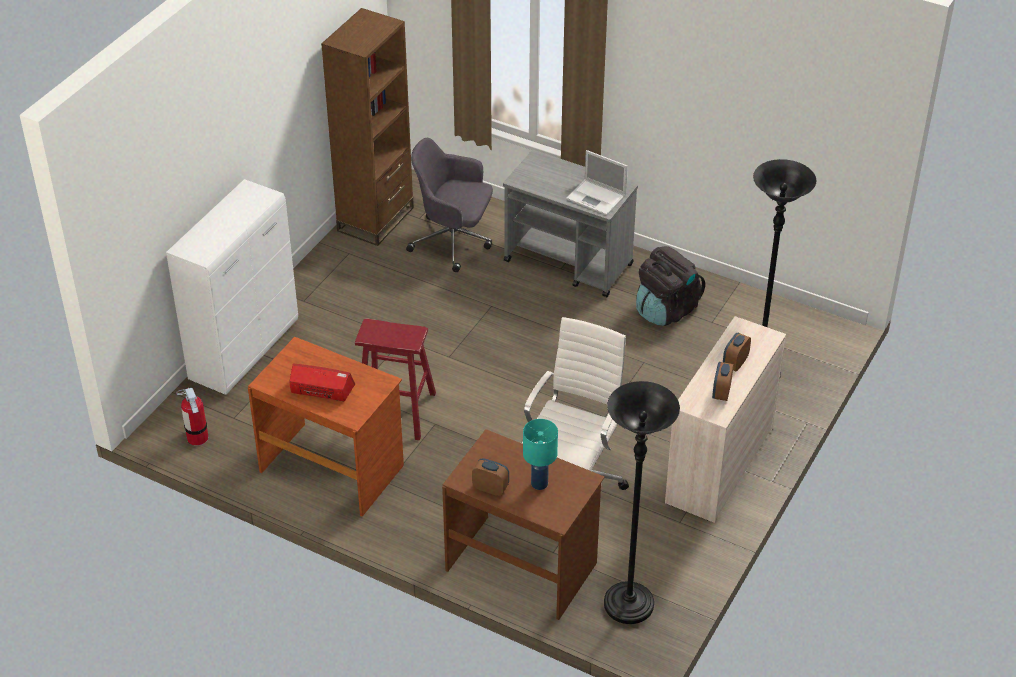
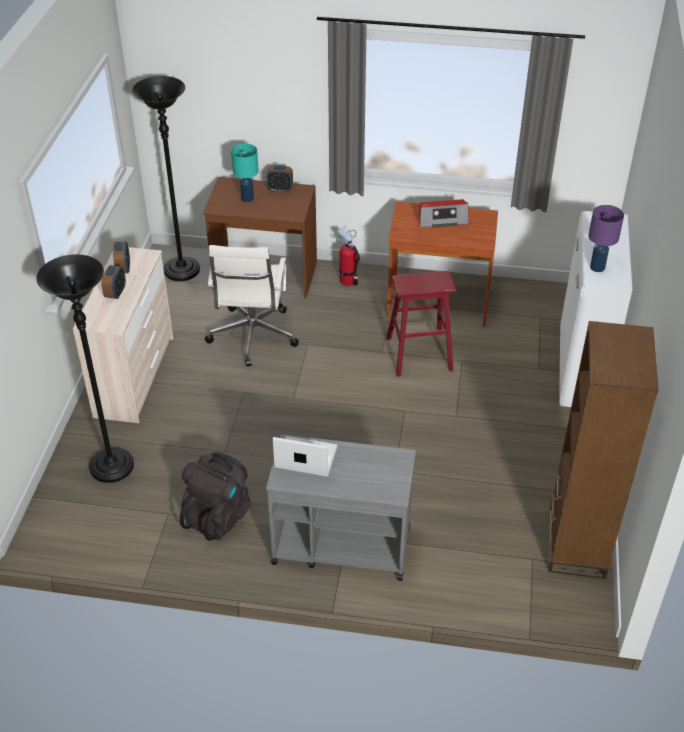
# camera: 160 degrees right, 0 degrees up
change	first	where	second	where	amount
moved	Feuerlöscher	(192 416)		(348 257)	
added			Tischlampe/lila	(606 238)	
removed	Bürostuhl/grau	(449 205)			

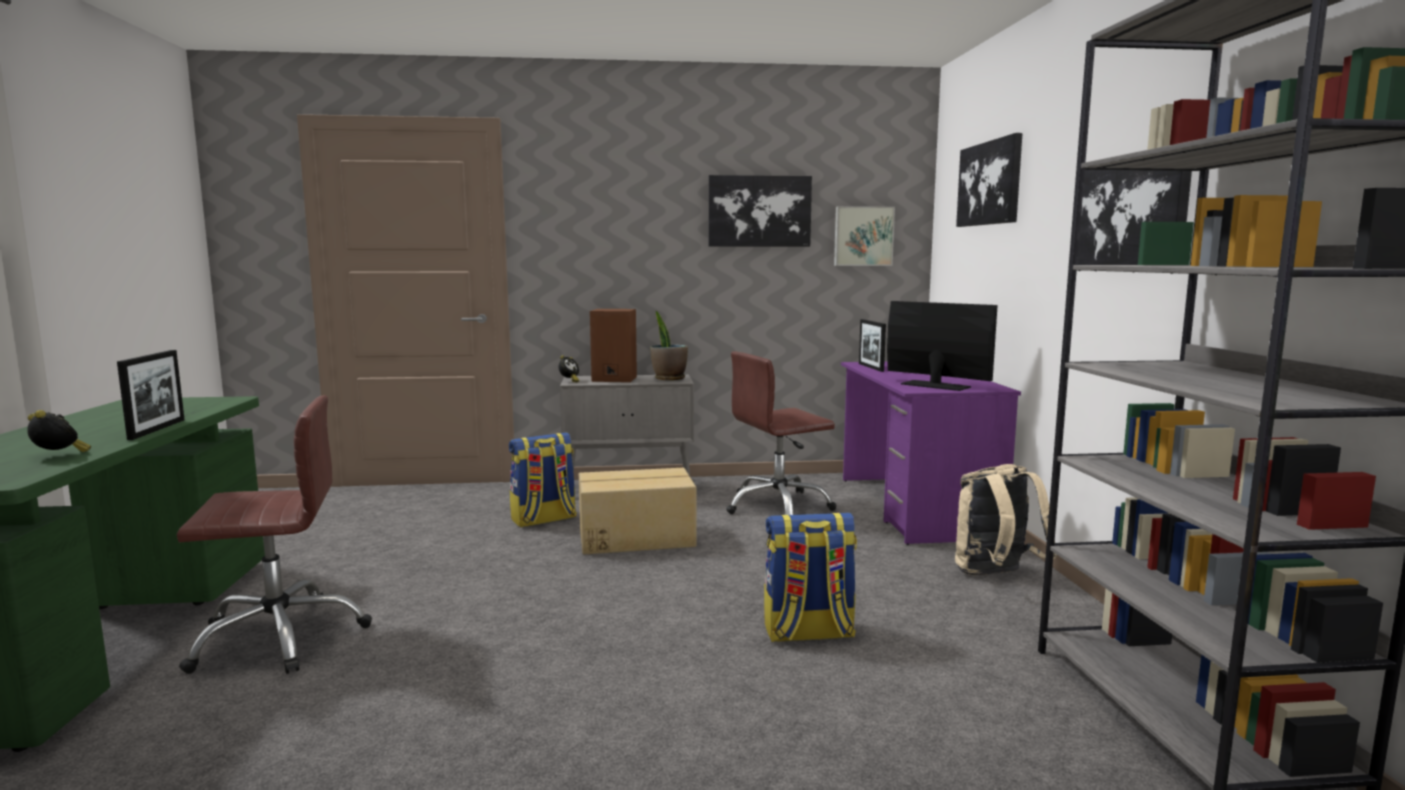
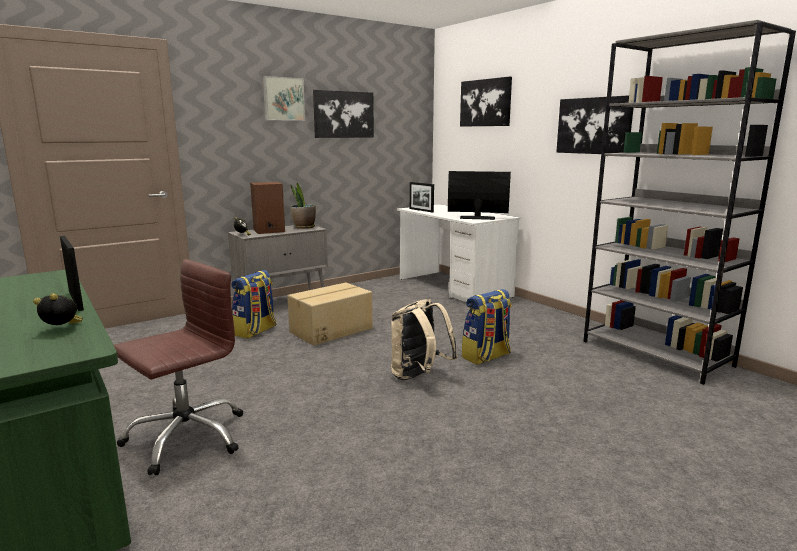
# camera: 30 degrees left, 5 degrees up
change	first	where	second	where	amount
moved	Bild	(864 236)		(284 98)	
moved	Rucksack/beige	(1006 519)		(424 339)	
recoloured	Schreibtisch/lila	(931 453)	Schreibtisch/weiß	(458 253)	
removed	Bürostuhl/braun	(781 433)			

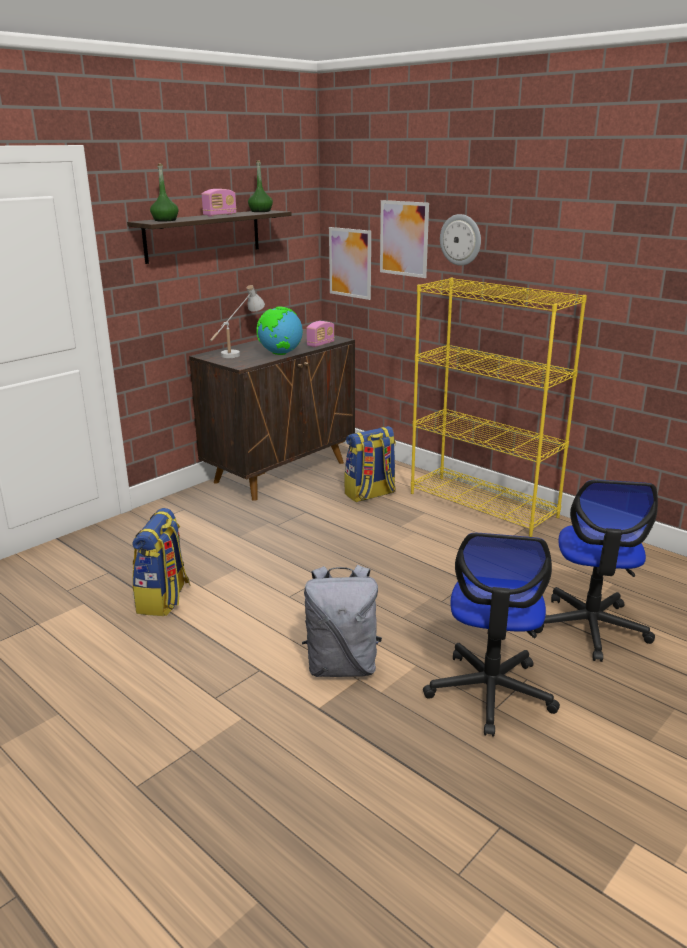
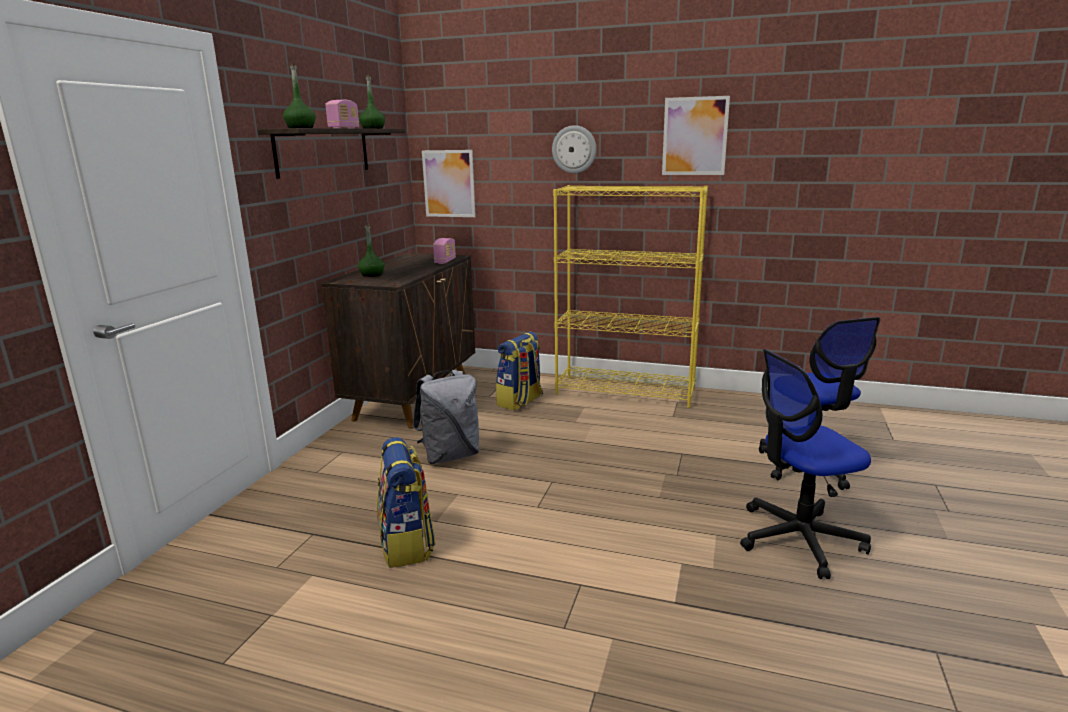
# camera: 25 degrees left, 5 degrees down
change	first	where	second	where	amount
replaced	Tischlampe/weiß	(237 321)	Flasche/grün	(371 250)	
moved	Rucksack/grau	(342 621)		(446 417)	
moved	Bild	(404 239)		(696 135)	
turned	Bürostuhl	(491 635)		(805 464)	90 degrees clockwise
removed	Globus	(279 331)			

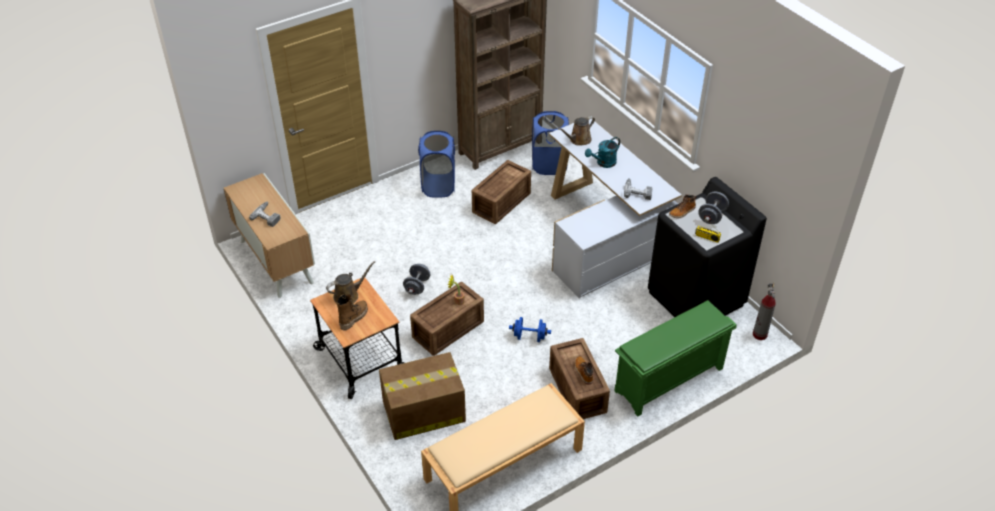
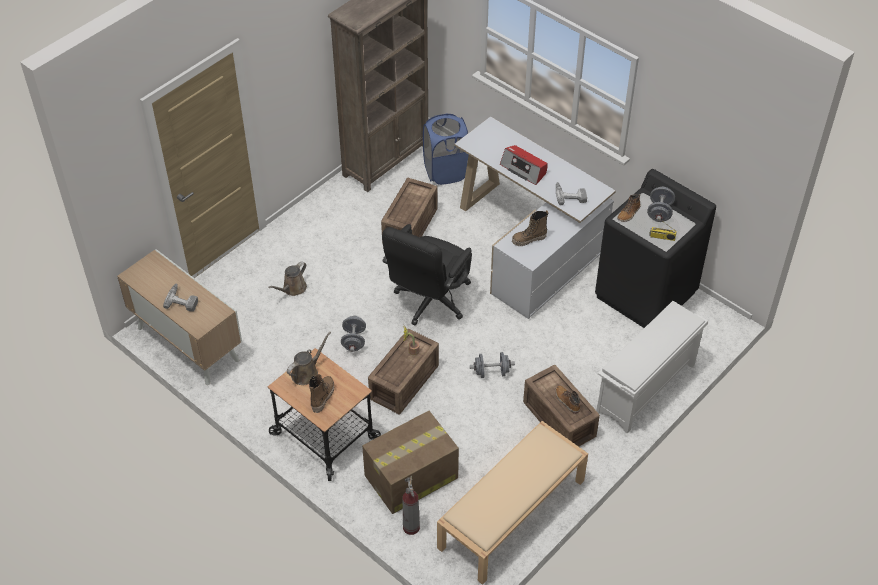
# camera: 15 degrees left, 5 degrees up
change	first	where	second	where	amount
moved	Gießkanne/braun	(576 131)		(287 278)	
added			Bürostuhl/schwarz	(427 274)	
moved	Feuerlöscher	(764 311)		(411 505)	
recoloured	Hantel/blau	(530 329)	Hantel/grau	(492 365)	
replaced	Gießkanne/türkis	(602 152)	Radio	(524 165)	
added			Stiefel	(530 228)	
recoloured	Schuhregal/grün	(675 358)	Schuhregal/weiß	(652 367)	
removed	Wäschekorb/blau	(436 164)			

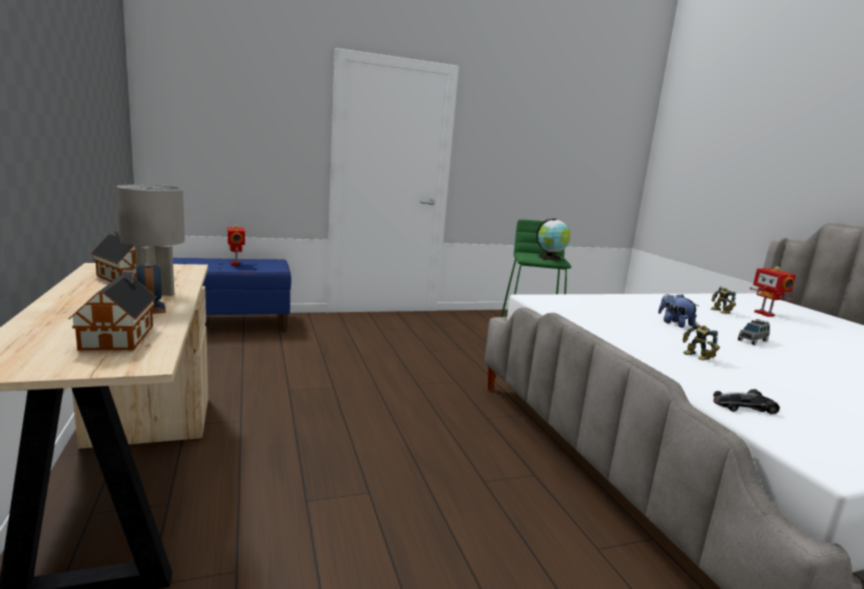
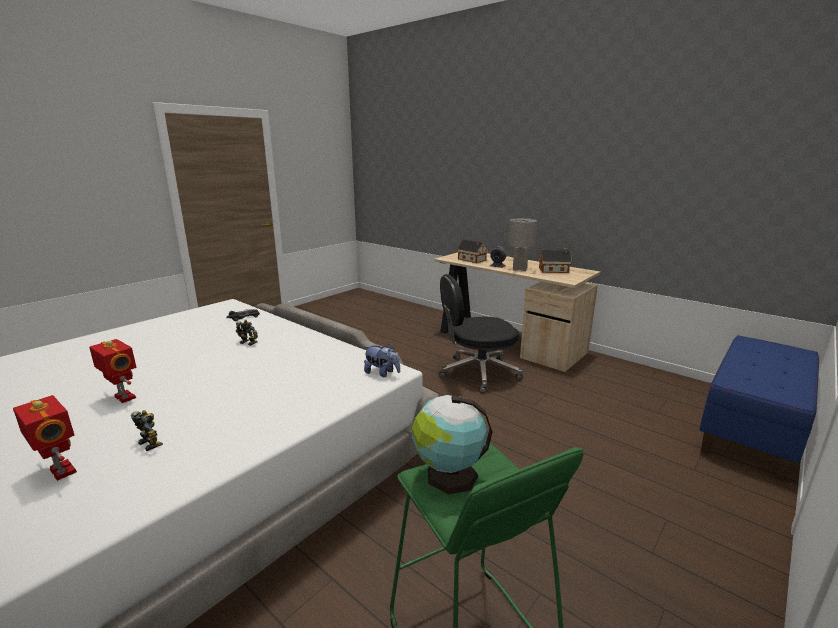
# camera: 150 degrees right, 5 degrees up
change	first	where	second	where	amount
moved	Spielzeugroboter	(236 245)		(112 371)	
moved	Plüschtier	(678 311)		(382 360)	
added			Bürostuhl/schwarz	(481 333)	
removed	Spielzeugauto/grau	(754 332)			

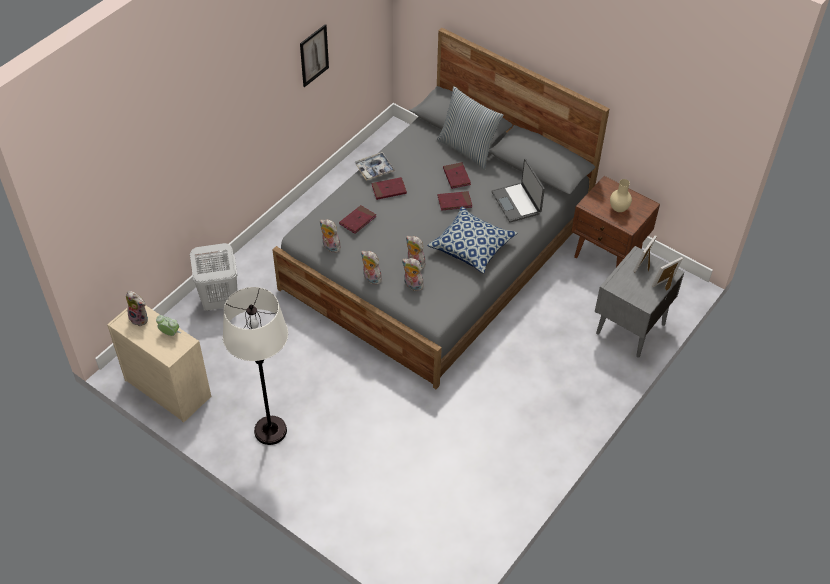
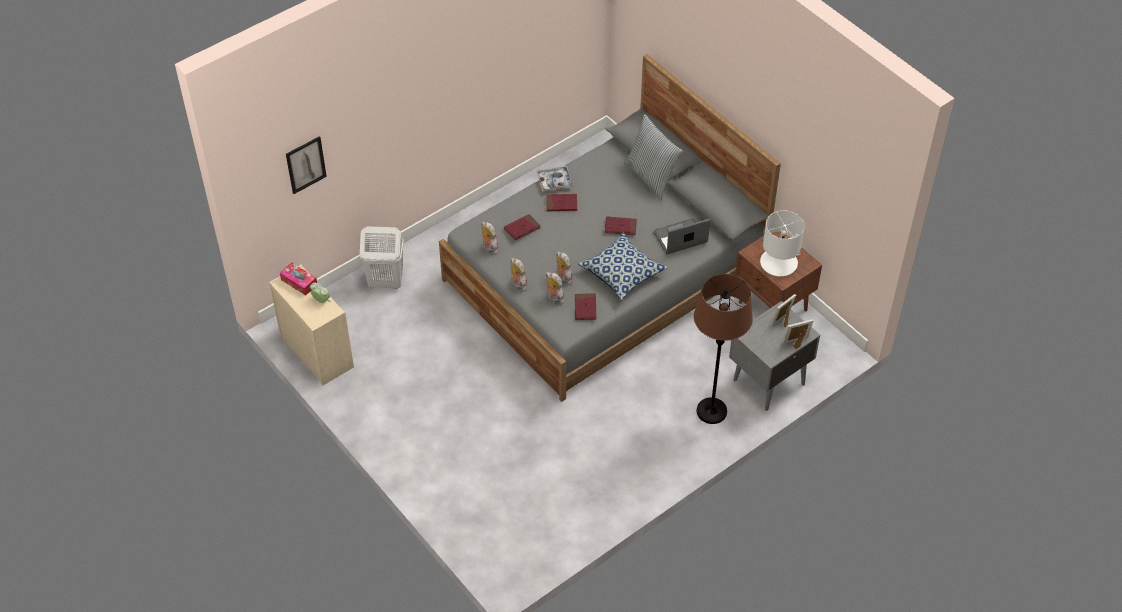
# camera: 15 degrees right, 0 degrees up
change	first	where	second	where	amount
replaced	Plüschtier	(137 308)	Taschentuchbox	(298 279)	
moved	Bild	(314 55)		(306 165)	
moved	Buch/rot	(457 175)		(586 306)	
turned	Laptop	(518 191)		(682 236)	75 degrees clockwise
added			Stehlampe/braun	(723 349)	
replaced	Vase/beige	(621 195)	Tischlampe/weiß	(782 244)	
removed	Stehlampe/weiß	(255 366)			

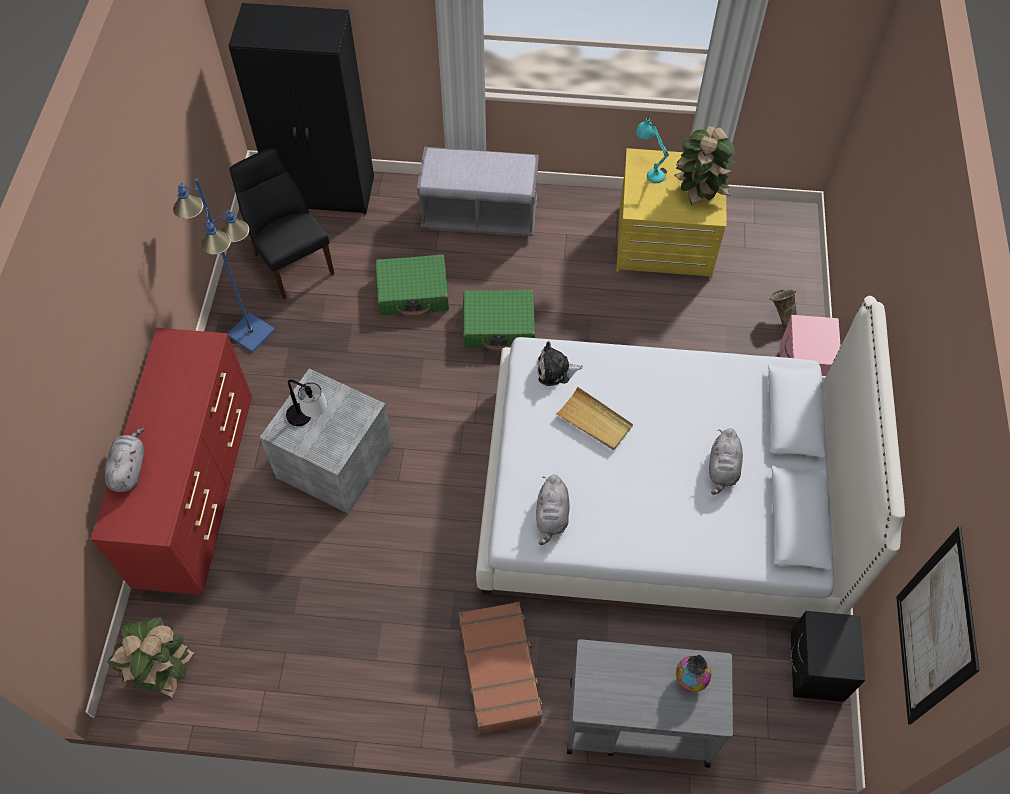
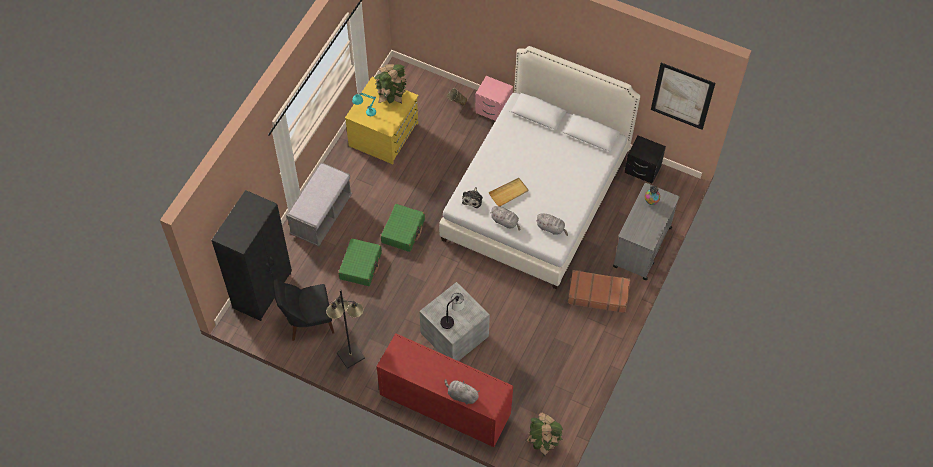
# camera: 70 degrees left, 0 degrees up
change	first	where	second	where	amount
recoloured	Stehlampe/blau	(224 266)	Stehlampe/schwarz	(345 329)	
moved	Plüschtier/grau	(726 461)		(505 218)	

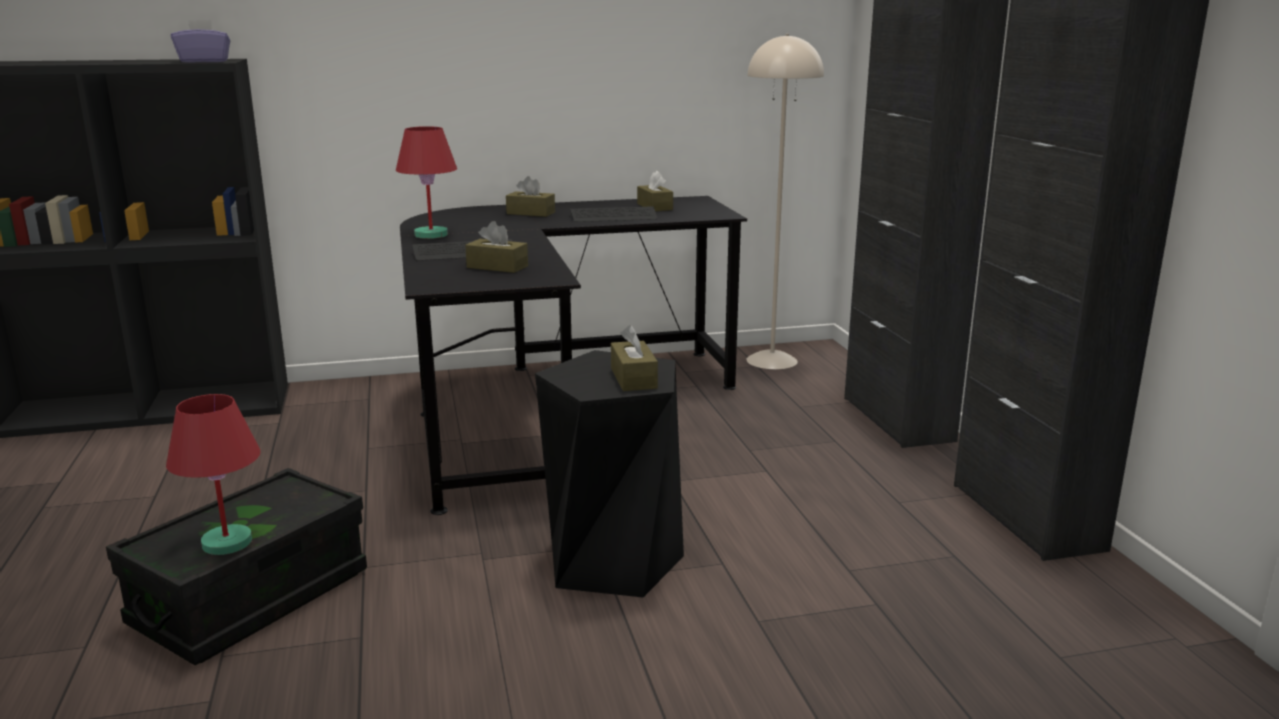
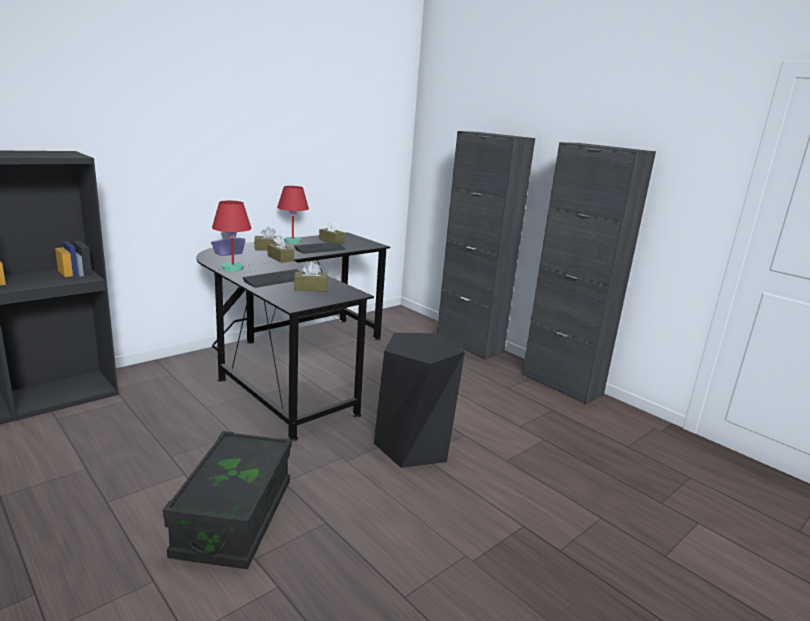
# camera: 30 degrees left, 0 degrees up
change	first	where	second	where	amount
moved	Taschentuchbox/lila	(200 41)		(228 243)	
moved	Taschentuchbox/braun	(634 358)		(281 249)	
moved	Tischlampe/rot	(213 474)		(293 215)	
removed	Stehlampe/beige	(785 201)			

